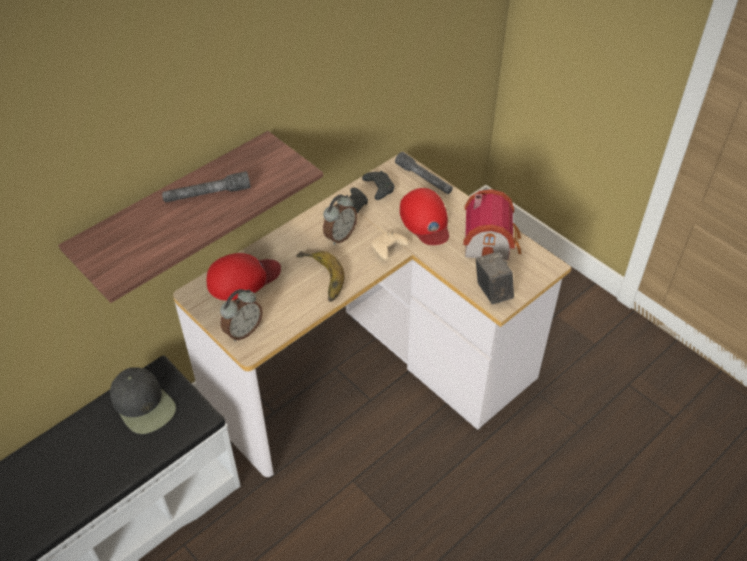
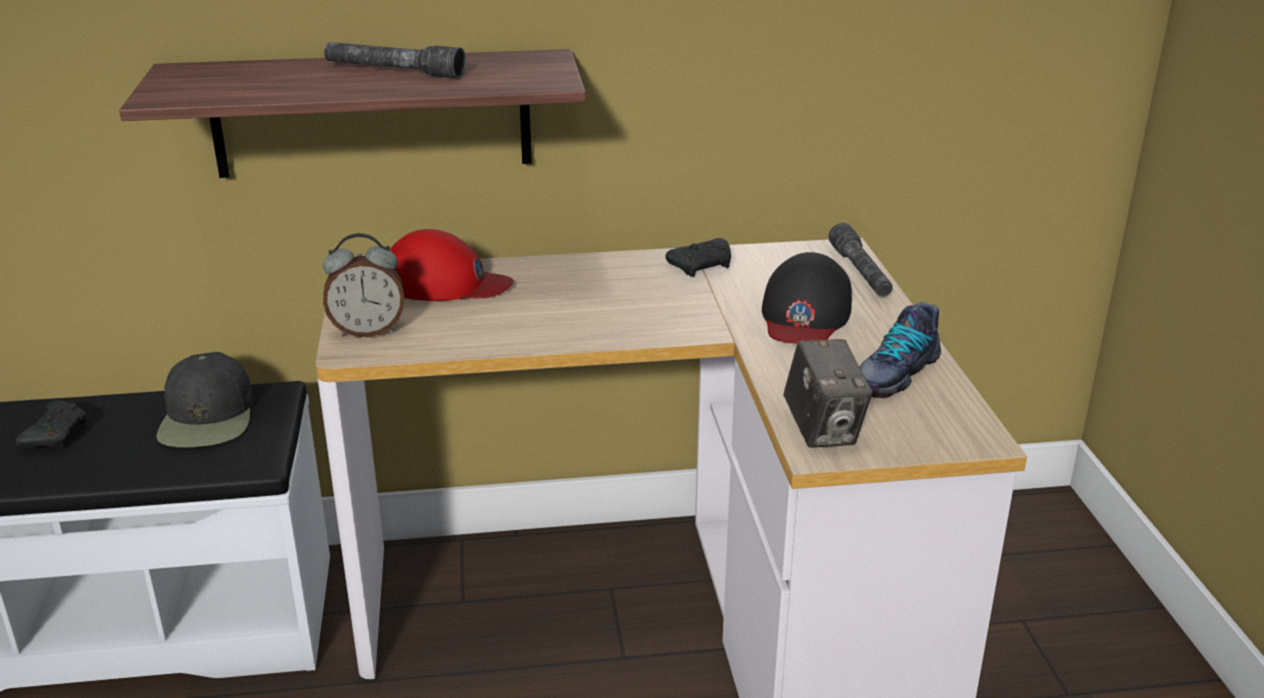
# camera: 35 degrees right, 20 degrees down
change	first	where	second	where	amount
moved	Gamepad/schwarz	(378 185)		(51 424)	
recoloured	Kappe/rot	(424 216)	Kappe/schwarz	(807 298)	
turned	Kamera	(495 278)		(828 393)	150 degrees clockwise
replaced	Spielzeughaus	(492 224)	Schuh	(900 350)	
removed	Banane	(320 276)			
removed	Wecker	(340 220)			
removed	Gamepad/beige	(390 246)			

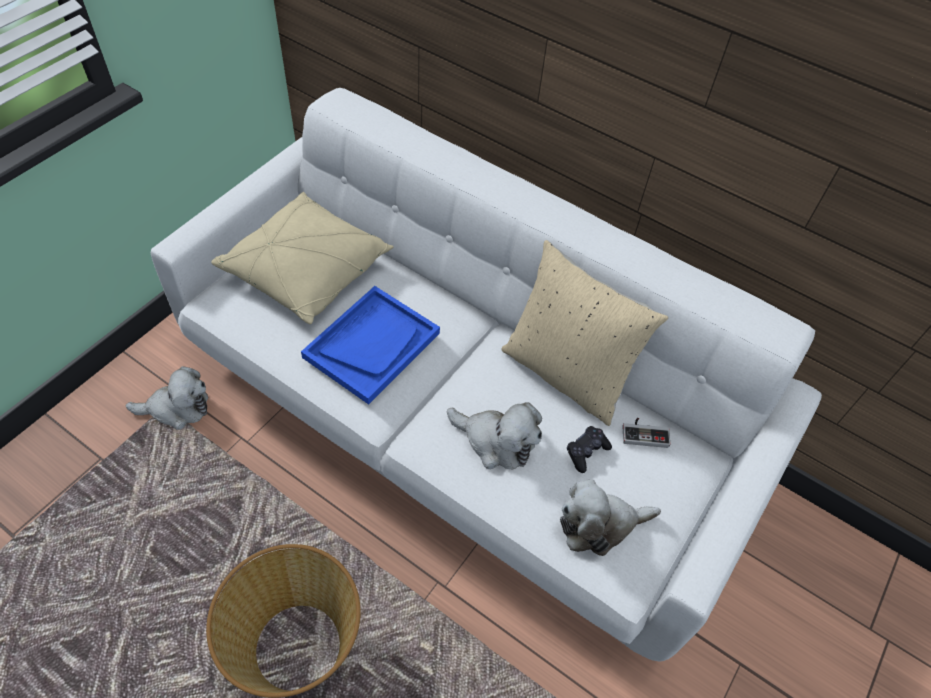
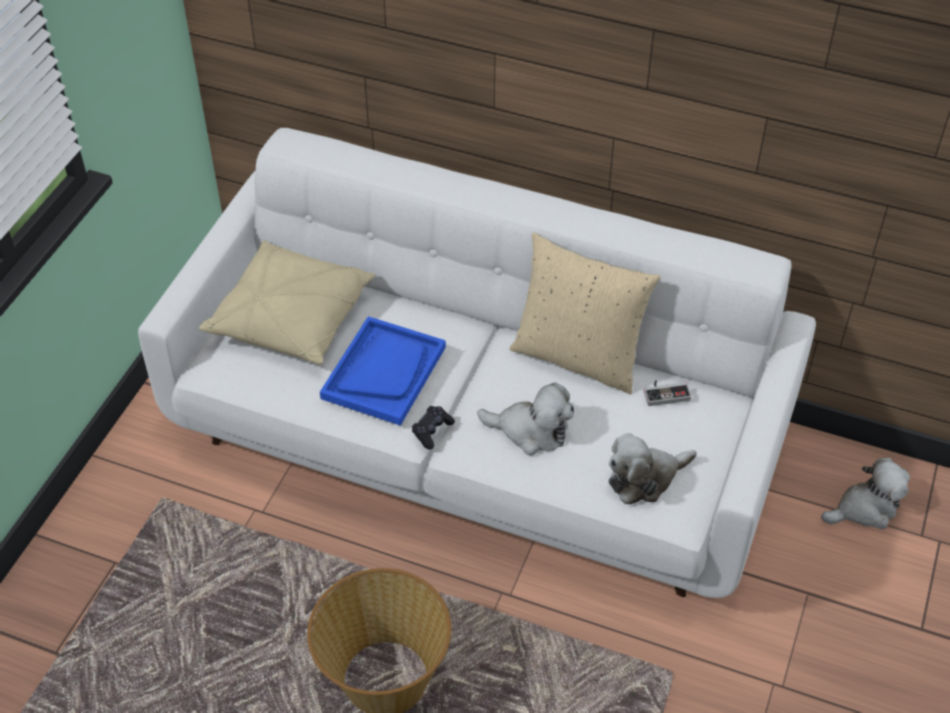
# camera: 10 degrees left, 5 degrees down
change	first	where	second	where	amount
moved	Gamepad/schwarz	(589 449)		(433 428)	
moved	Plüschtier	(167 398)		(865 493)	

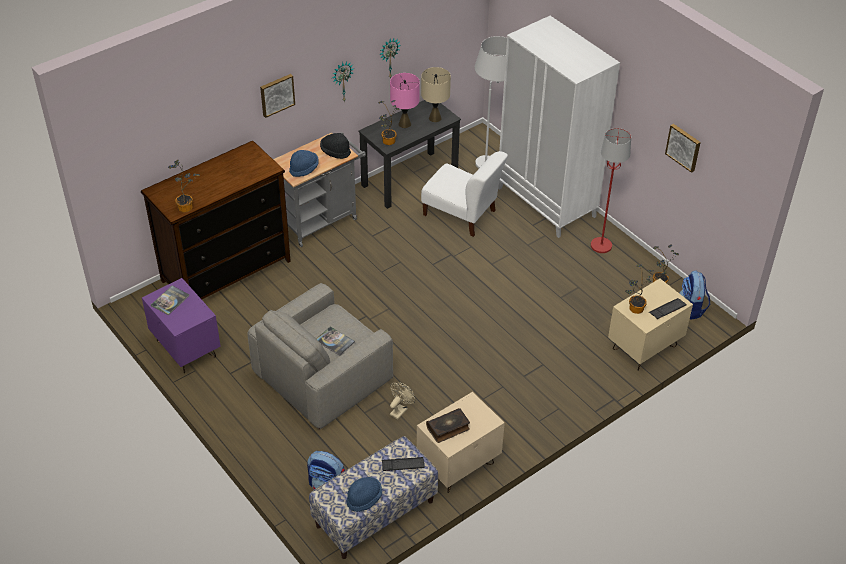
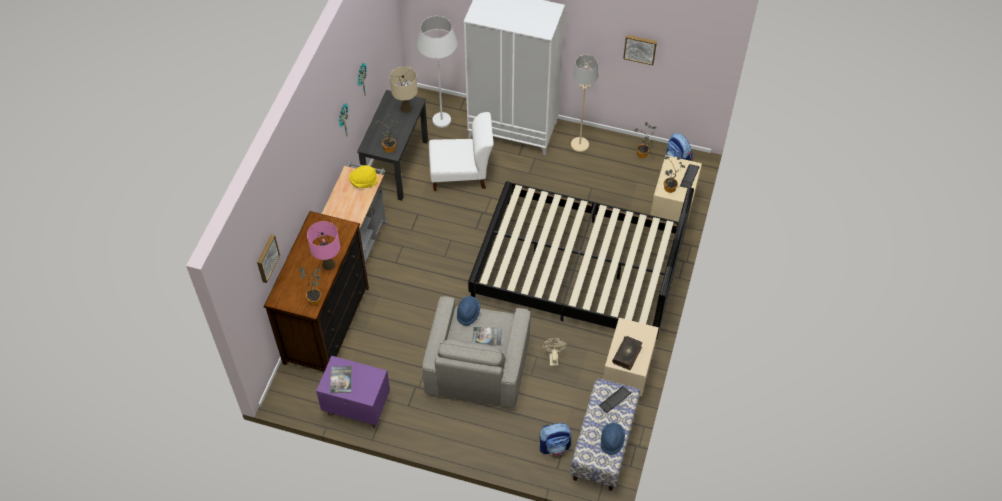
# camera: 35 degrees left, 10 degrees up
change	first	where	second	where	amount
moved	Bild	(277 96)		(268 258)	
moved	Tischlampe/rosa	(405 100)		(323 245)	
recoloured	Hut/schwarz	(335 146)	Hut/gelb	(363 176)	
moved	Hut/blau	(304 163)		(468 311)	
added			Bett/schwarz	(581 260)	
recoloured	Stehlampe/rot	(611 190)	Stehlampe/beige	(584 103)	

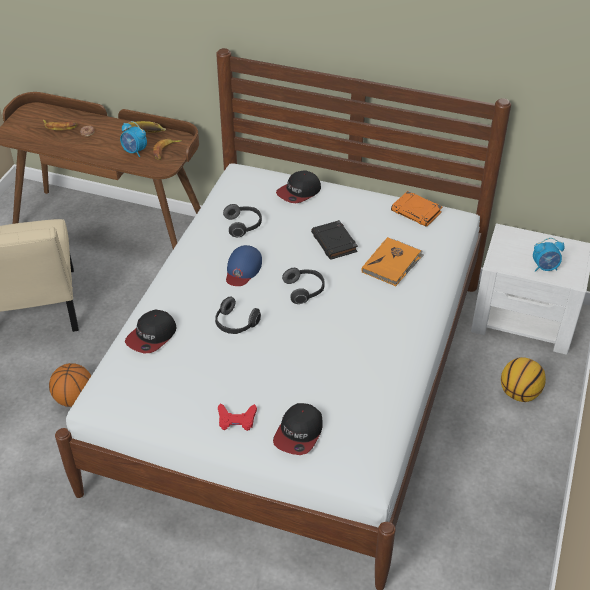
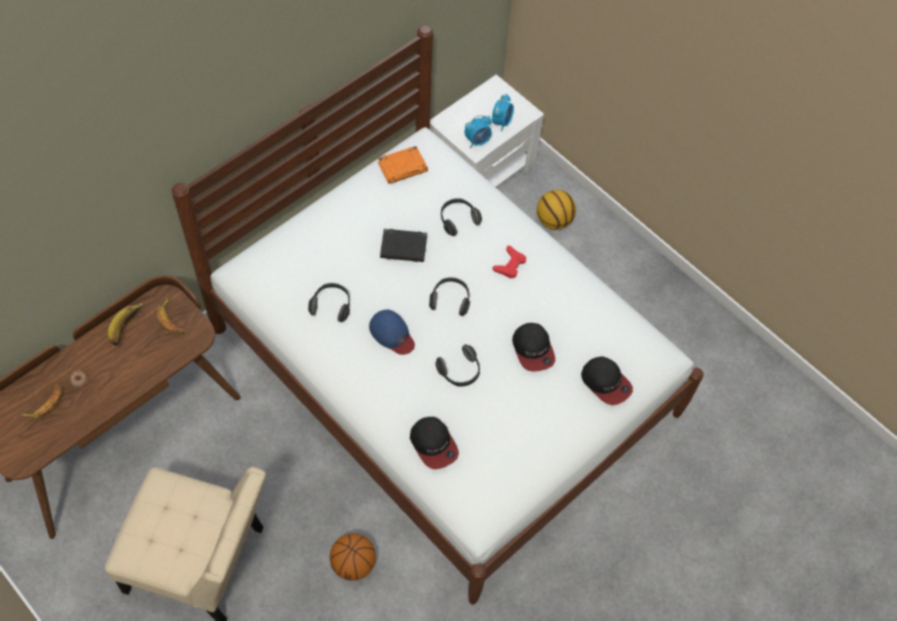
# camera: 65 degrees left, 15 degrees up
change	first	where	second	where	amount
replaced	Buch/orange	(392 261)	Kopfhörer	(461 217)	
moved	Wecker	(133 139)		(478 131)	
moved	Gamepad/rot	(237 417)		(509 261)	
moved	Kappe	(298 186)		(533 347)	

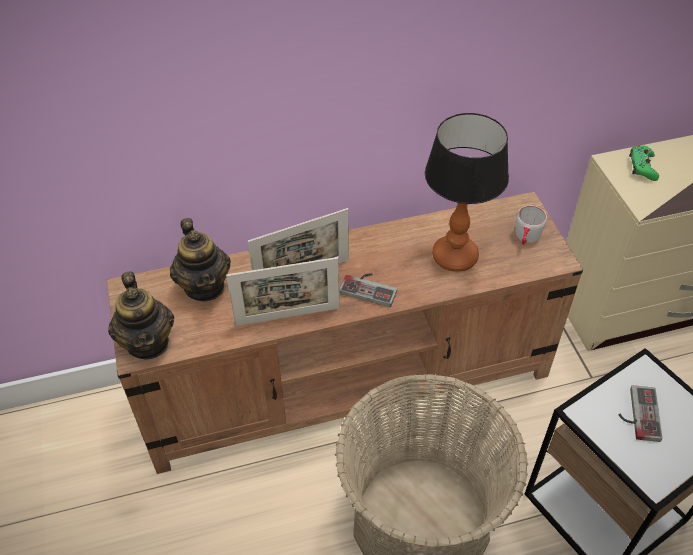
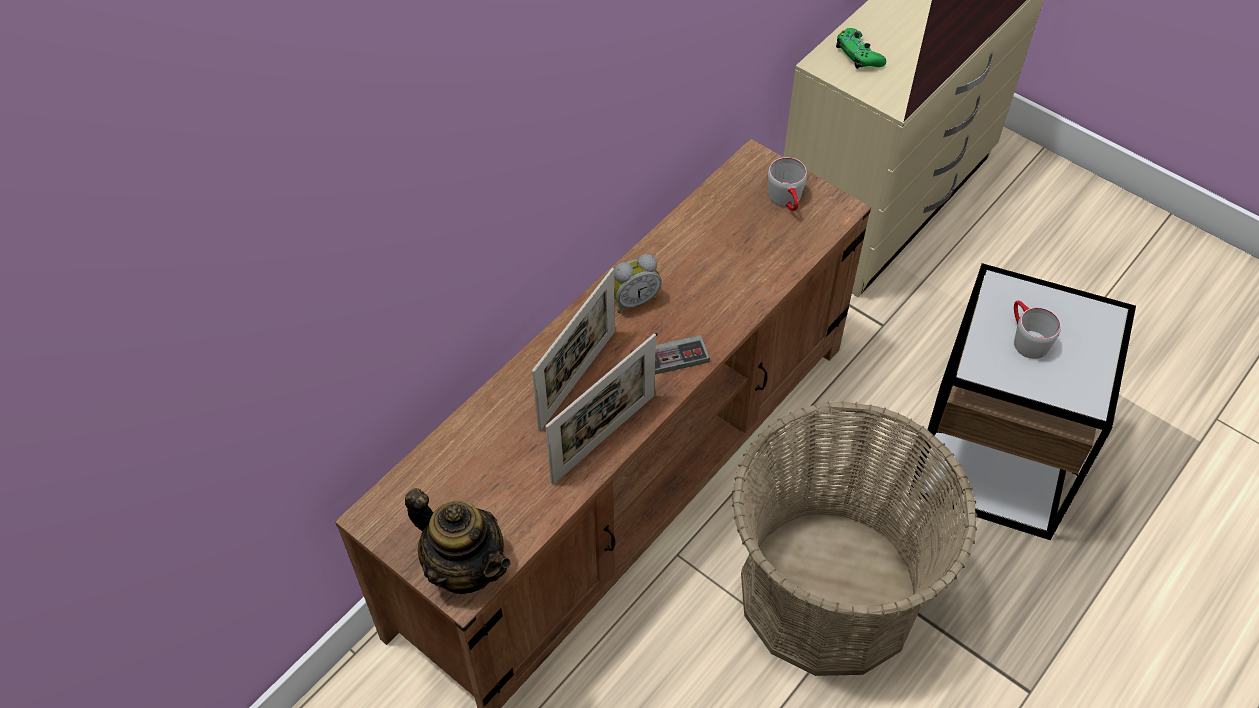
# camera: 35 degrees left, 5 degrees up
change	first	where	second	where	amount
added			Wecker	(638 283)	
replaced	Gamepad	(640 413)	Henkelbecher/grau	(1037 330)	
removed	Teekanne	(200 259)			
removed	Tischlampe	(467 192)			

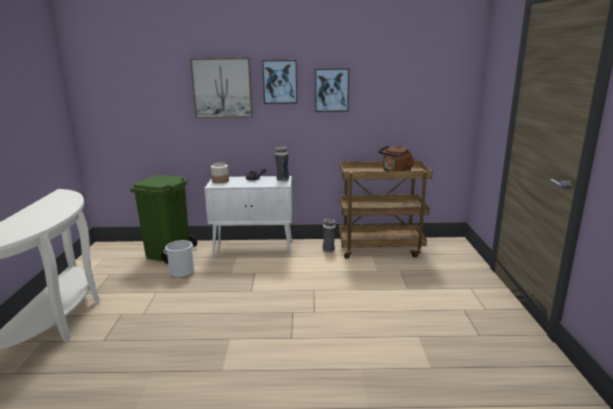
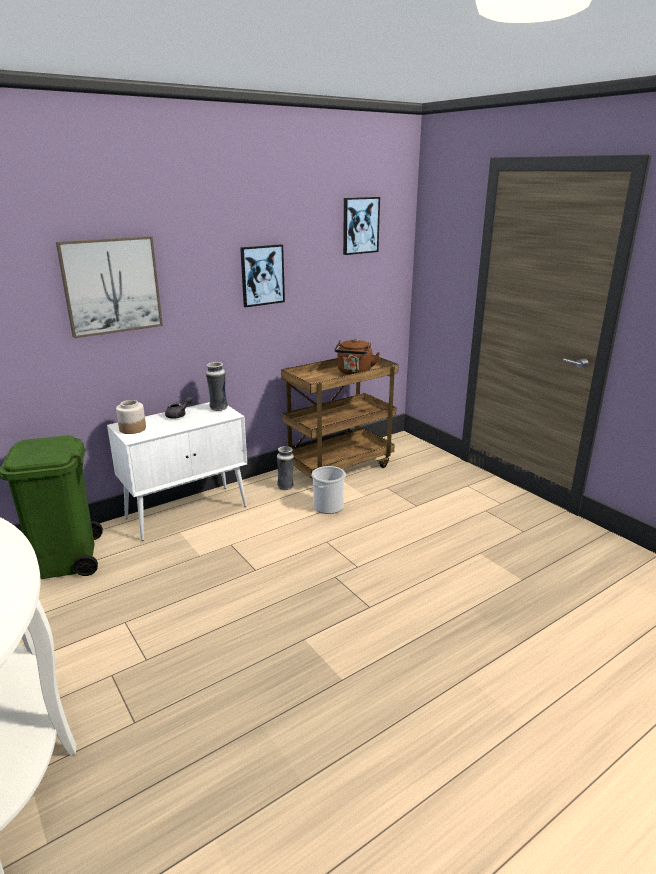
# camera: 35 degrees left, 5 degrees up
change	first	where	second	where	amount
moved	Eimer	(179 259)		(329 490)	
moved	Bild	(279 82)		(361 226)	

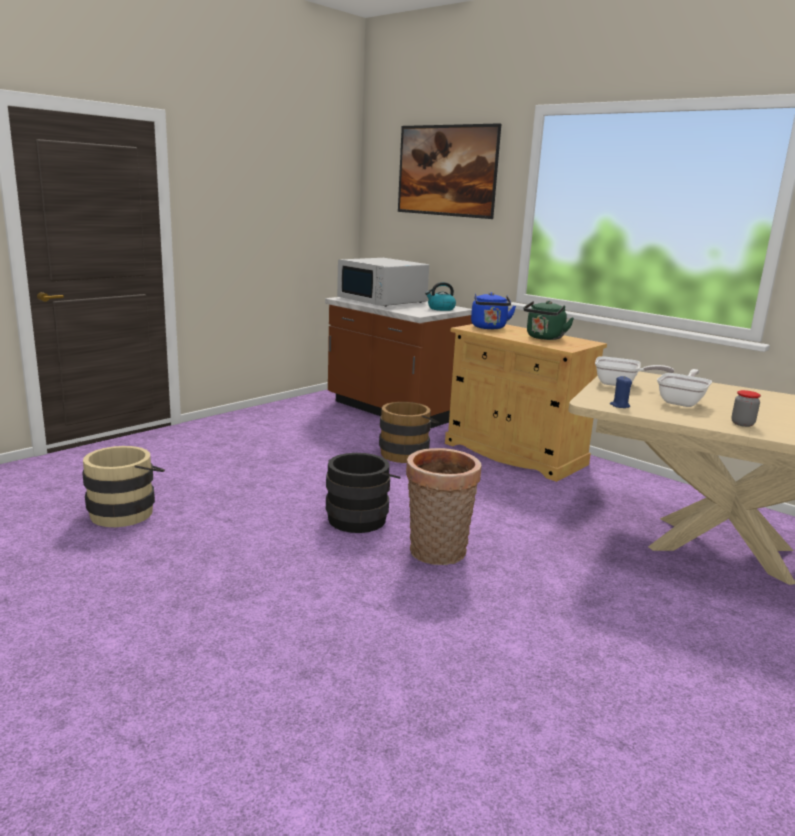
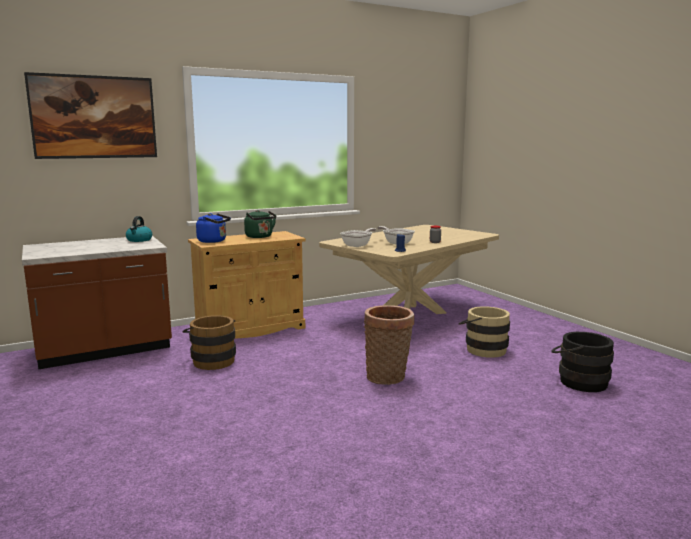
# camera: 70 degrees left, 5 degrees down
change	first	where	second	where	amount
moved	Eimer/beige	(123 486)		(484 332)	
moved	Eimer/schwarz	(363 493)		(582 362)	
removed	Mikrowelle/weiß	(383 282)			

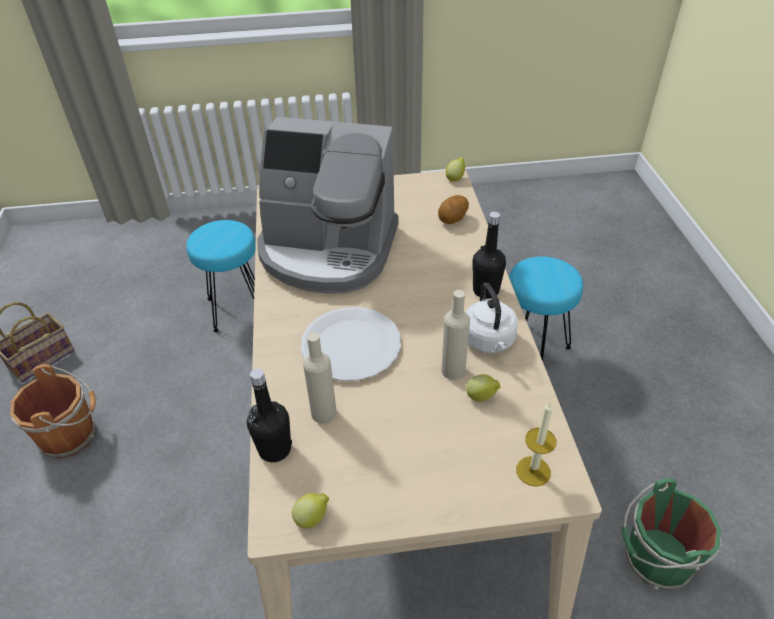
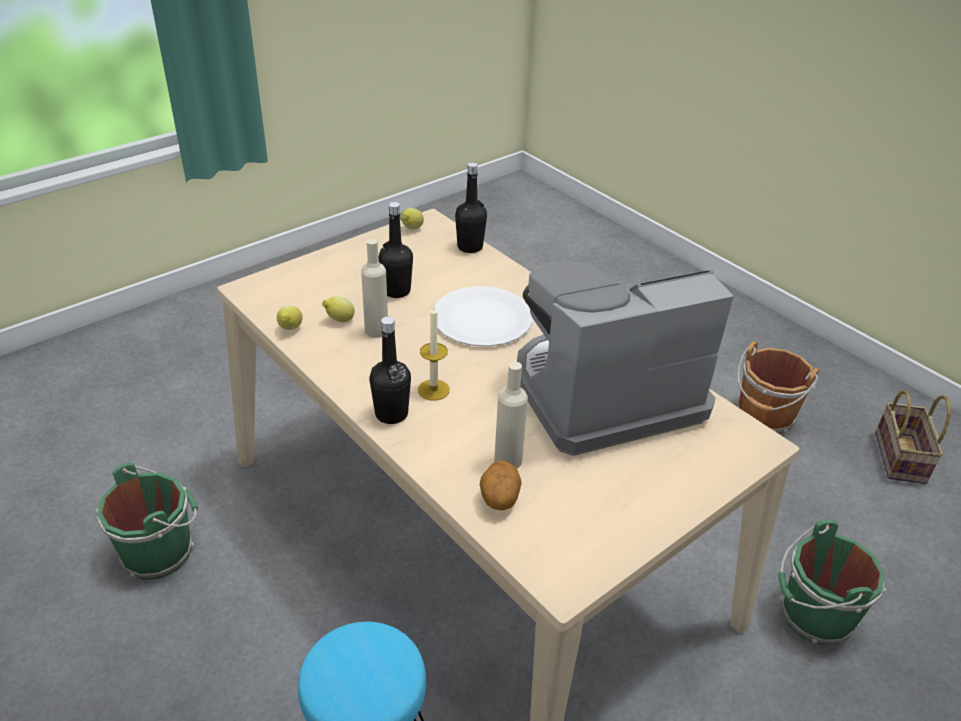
# camera: 145 degrees right, 5 degrees down
change	first	where	second	where	amount
moved	Zitrone	(455 170)		(290 318)	
added			Flasche/schwarz	(395 250)	
moved	Kerze	(536 444)		(434 353)	
moved	Flasche/beige	(320 378)		(511 415)	
replaced	Hocker/türkis	(221 276)	Eimer/grün	(832 582)	
removed	Wasserkessel/weiß	(492 317)			

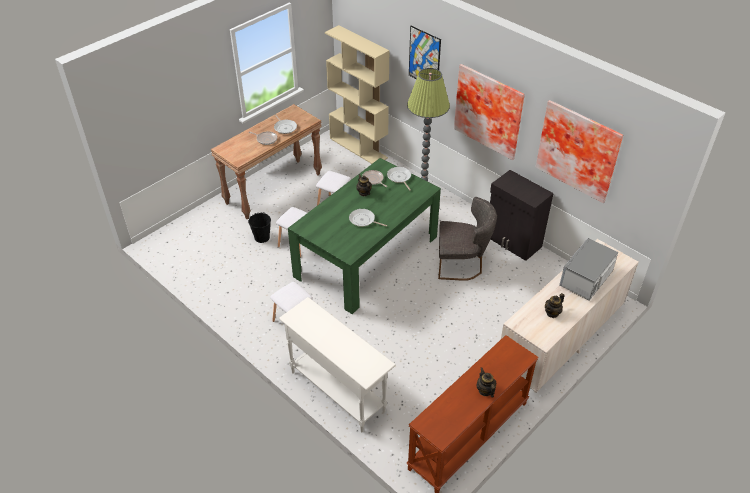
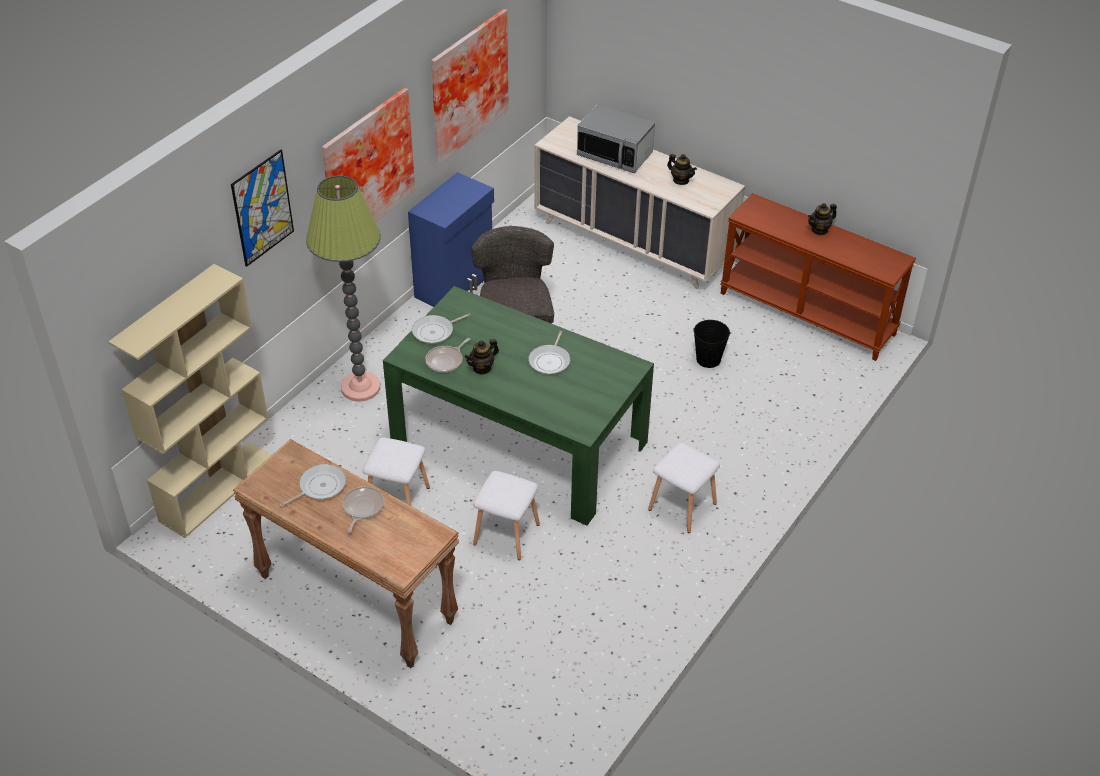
# camera: 100 degrees left, 0 degrees up
change	first	where	second	where	amount
recoloured	Schrank/schwarz	(522 215)	Schrank/blau	(451 239)	
moved	Eimer/schwarz	(259 227)		(712 344)	
removed	Konsolentisch/weiß	(337 364)			

